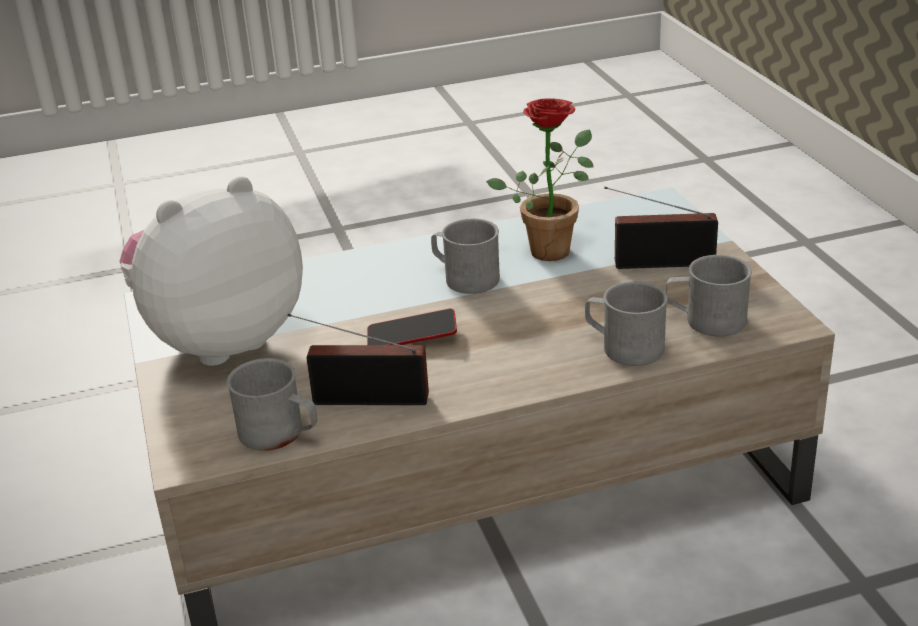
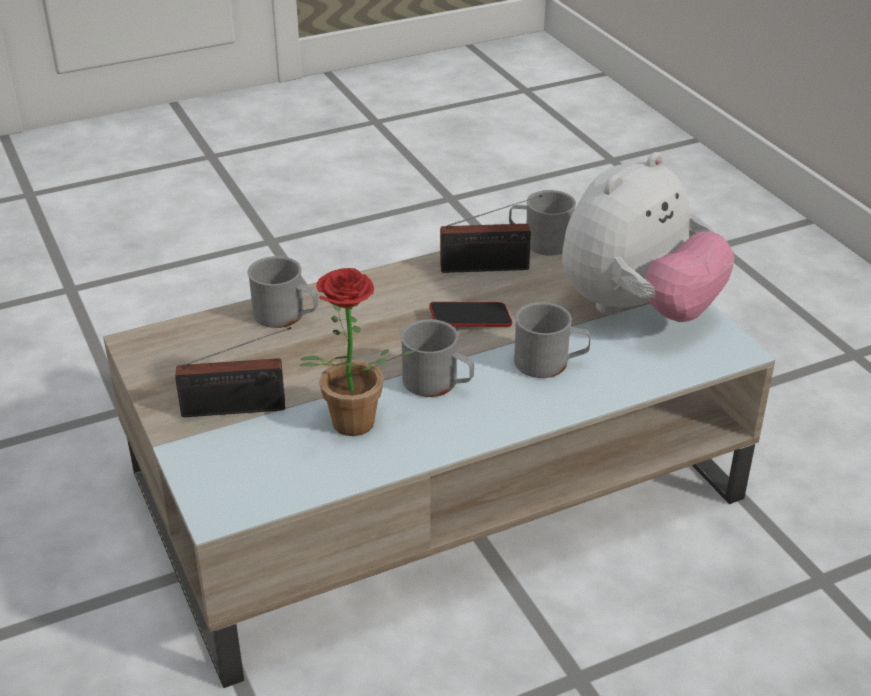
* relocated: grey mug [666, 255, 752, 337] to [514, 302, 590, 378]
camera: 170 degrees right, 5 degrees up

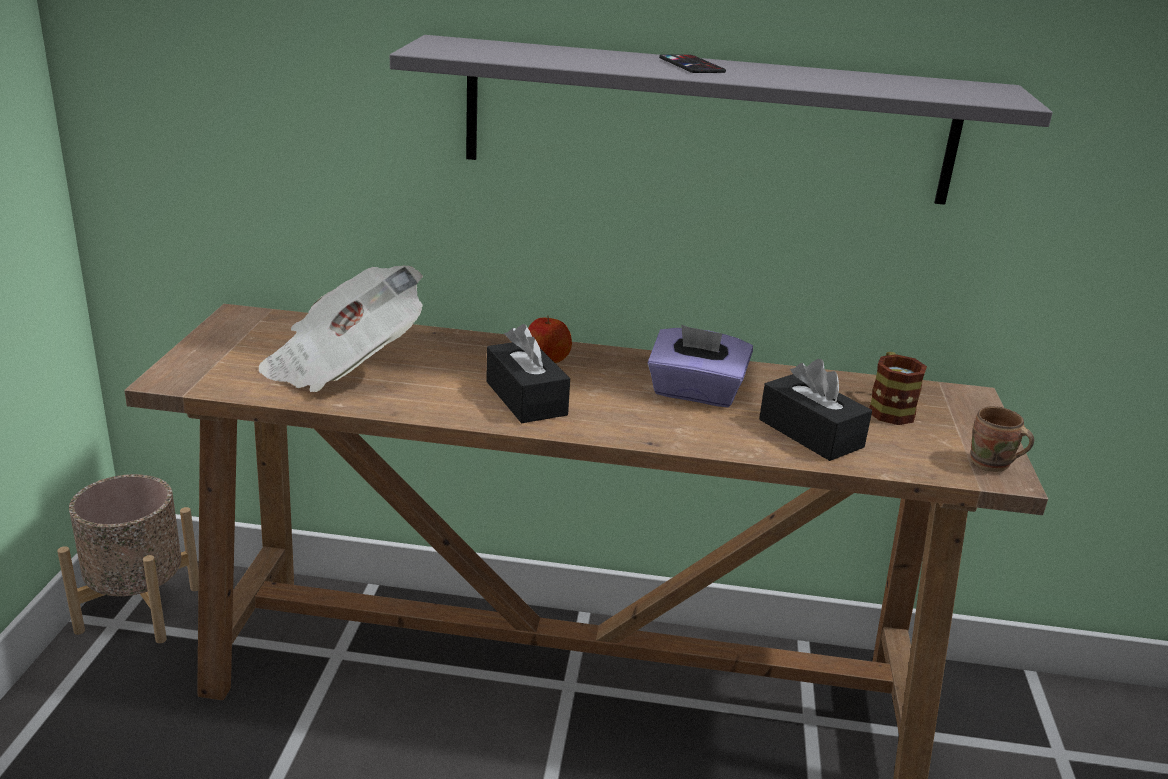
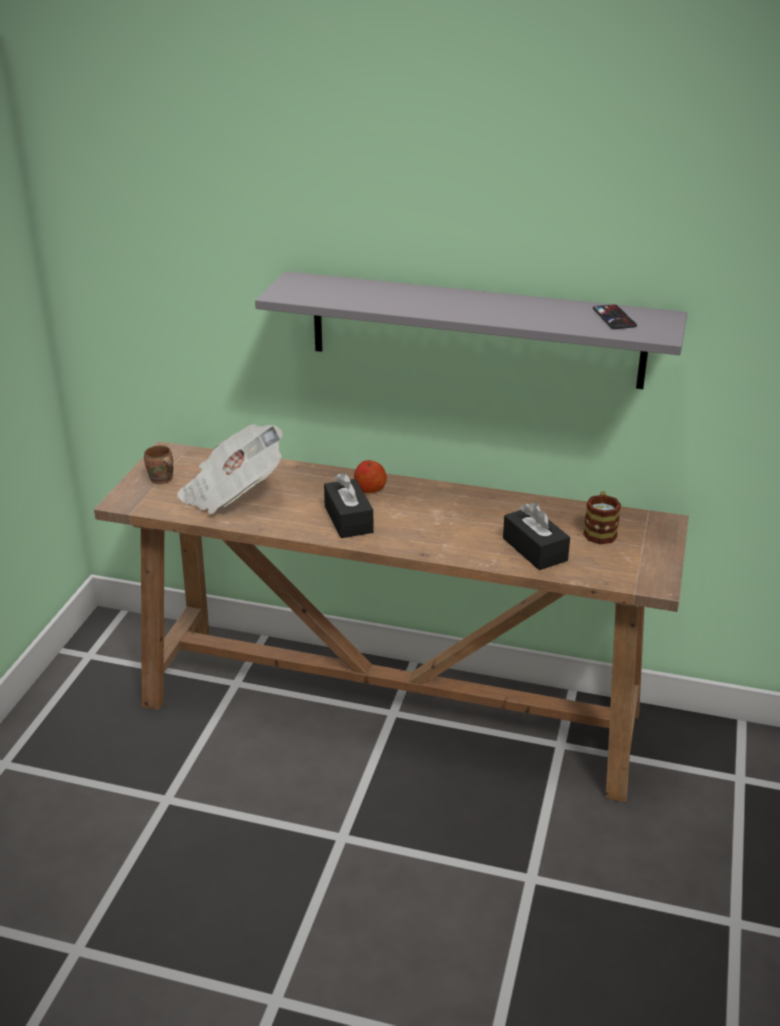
* missing: beige planter [57, 474, 199, 643]
* missing: purple tissue box [648, 325, 753, 407]
* relocated: phone [659, 54, 726, 73] to [593, 304, 637, 329]
* relocated: brown mug [971, 406, 1034, 472] to [144, 445, 174, 484]
camera: 10 degrees right, 5 degrees up

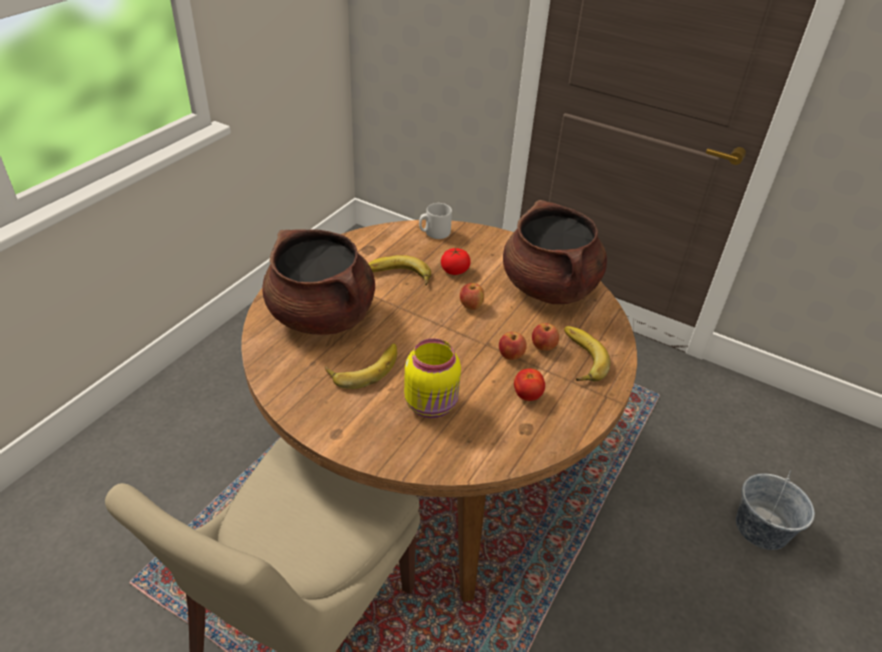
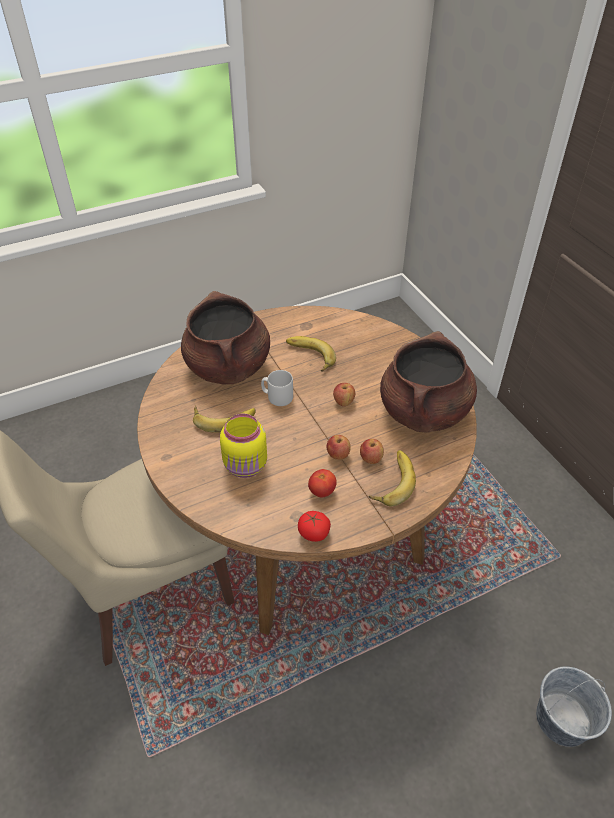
* relocated: grey mug [419, 203, 452, 239] to [261, 370, 293, 406]
* relocated: tomato [441, 248, 471, 275] to [298, 511, 331, 542]
camera: 35 degrees right, 5 degrees up

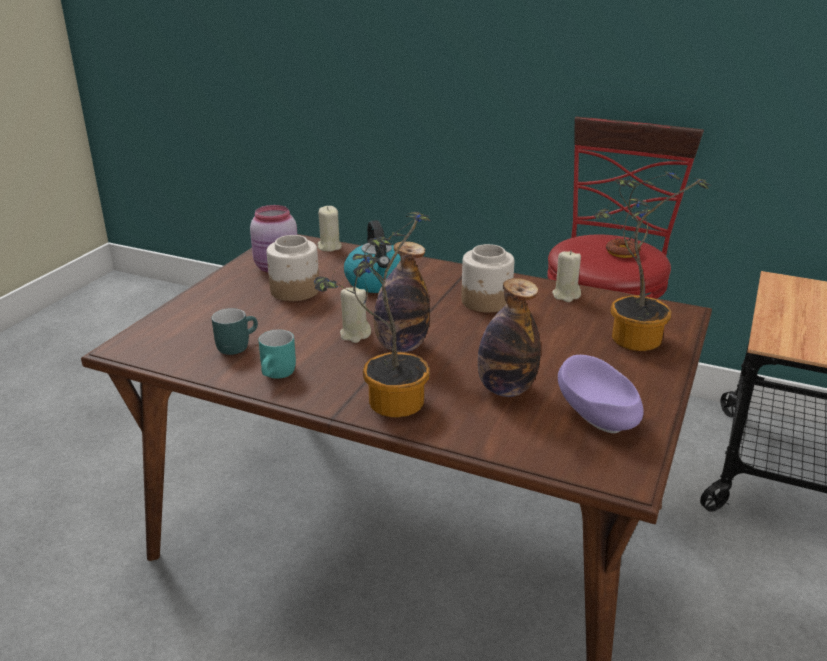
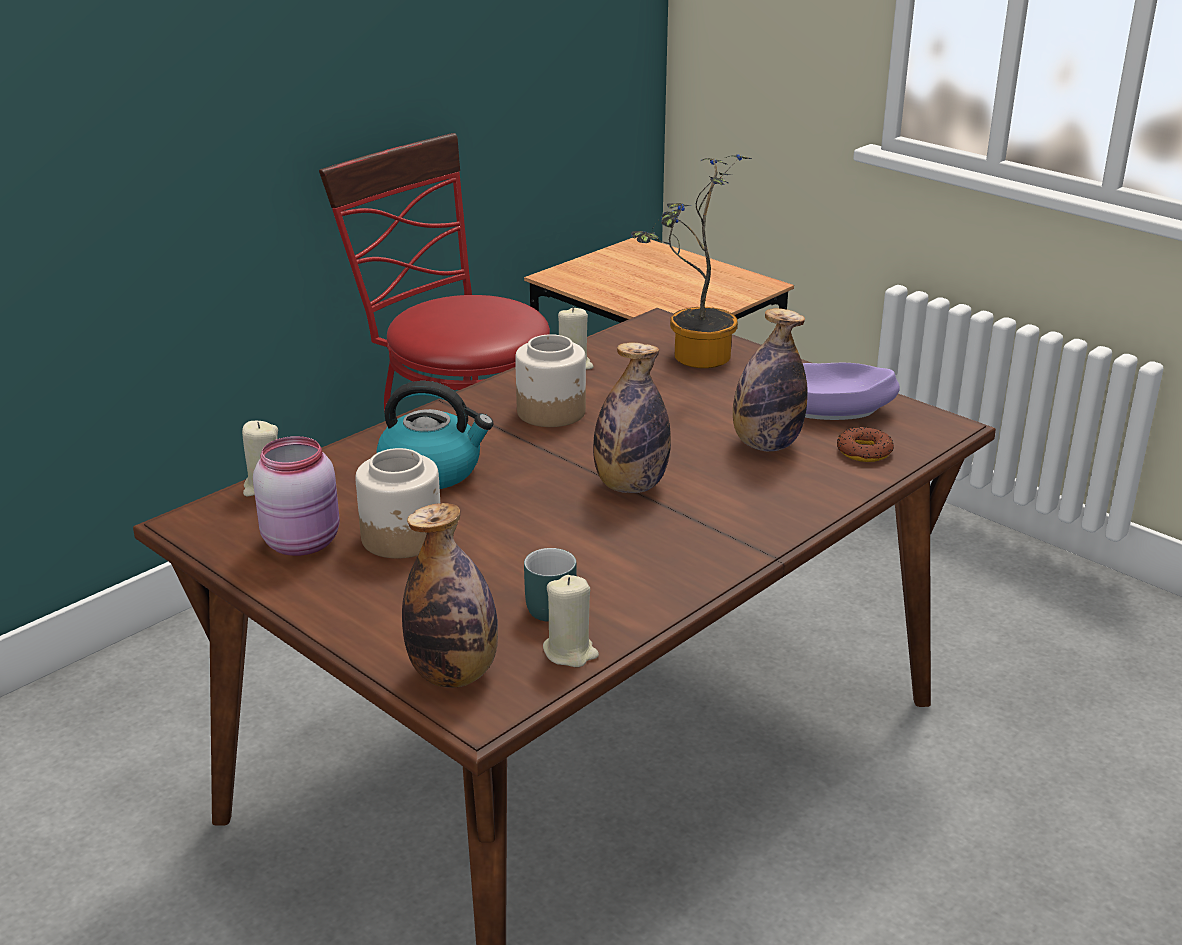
* missing: turquoise mug [258, 330, 296, 379]
* missing: potted plant [314, 212, 430, 418]
* appeared: bottle [402, 503, 498, 688]
* relocated: beige candle [340, 287, 371, 343] to [543, 575, 599, 667]
* relocated: donut [606, 238, 641, 258] to [837, 427, 894, 462]
camera: 70 degrees left, 0 degrees up

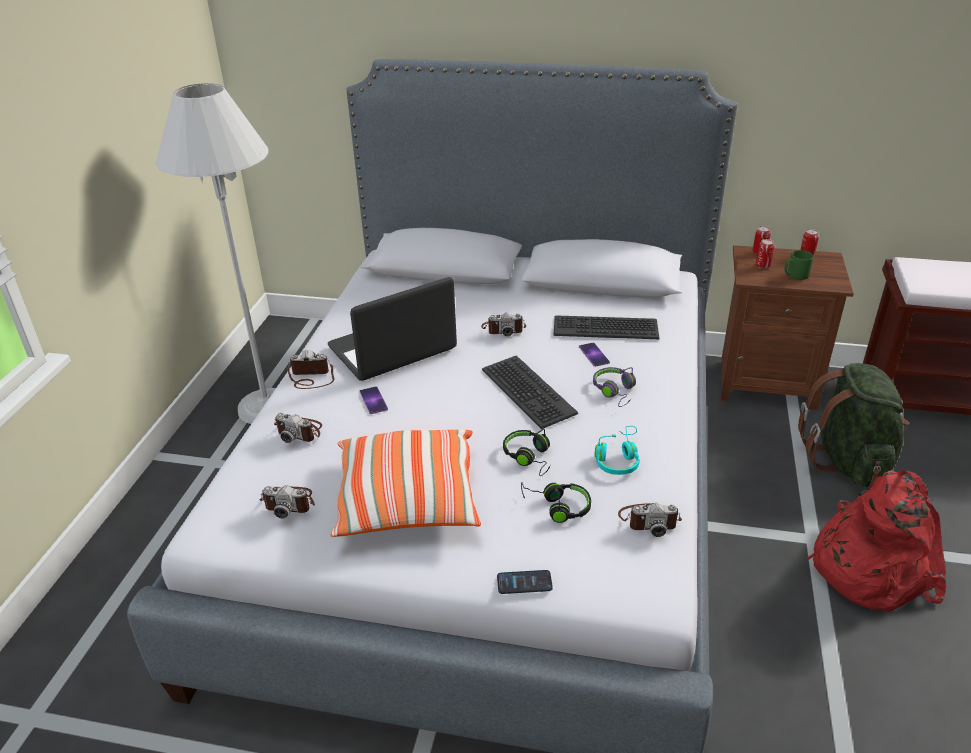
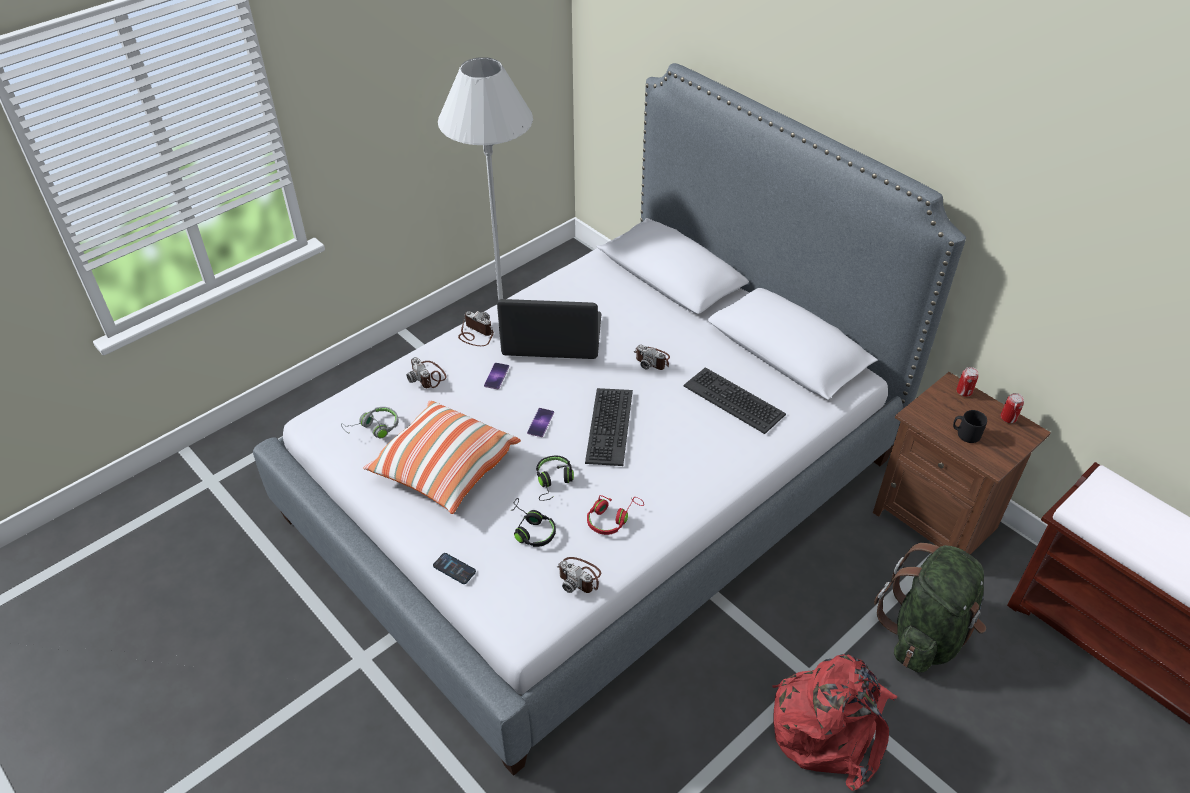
* missing: purple headphones [593, 367, 636, 407]
* missing: can [756, 239, 775, 269]
* relocated: phone [579, 343, 610, 367] to [527, 408, 554, 437]
* exchanged: photo camera [259, 485, 315, 518] to grey headphones [341, 407, 399, 439]
* colour: turquoise headphones [594, 426, 640, 475] to red headphones [587, 495, 644, 535]
* colour: green mug [784, 250, 814, 280] to black mug [953, 410, 987, 443]
camera: 35 degrees right, 10 degrees up

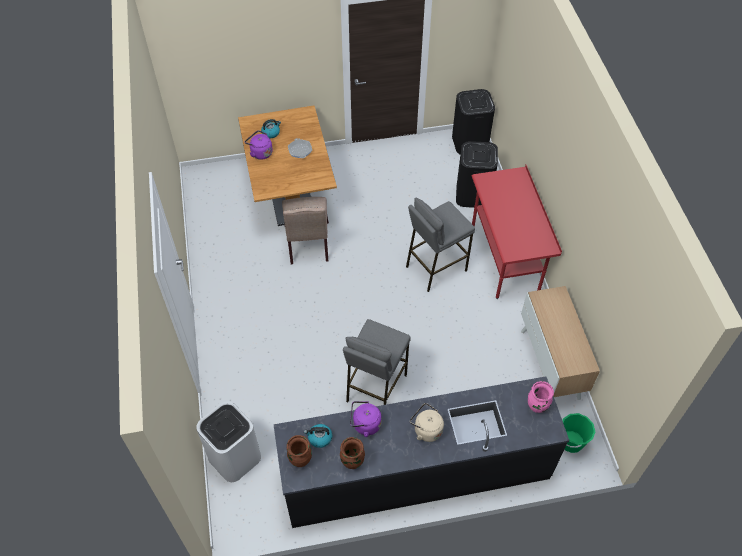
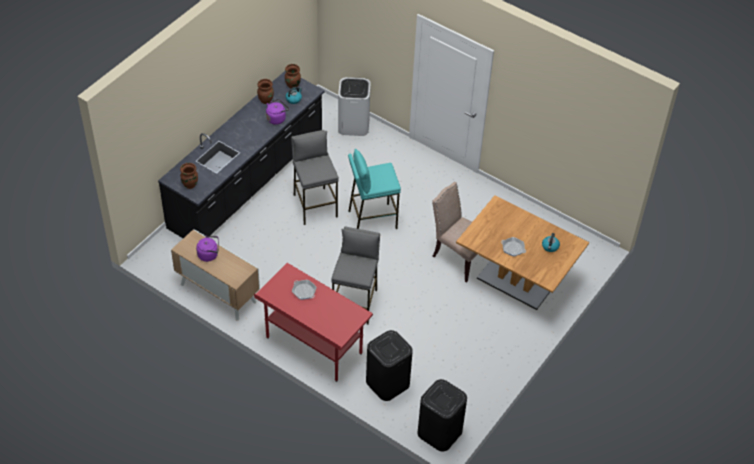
* missing: beige kettle [410, 403, 444, 442]
* missing: green bucket [562, 413, 595, 453]
* appeared: frying pan [292, 280, 317, 300]
* appeared: turquoise stool [348, 149, 401, 229]
* relocated: purple kettle [245, 130, 273, 160] to [196, 235, 219, 262]
* colour: pink vase [528, 381, 554, 413] to brown vase [180, 163, 198, 189]
camera: 135 degrees right, 5 degrees down

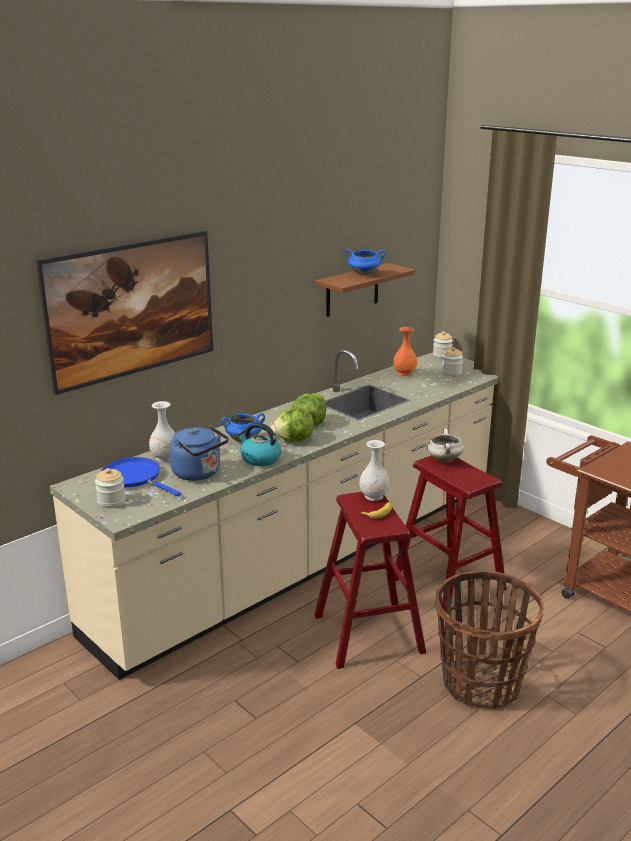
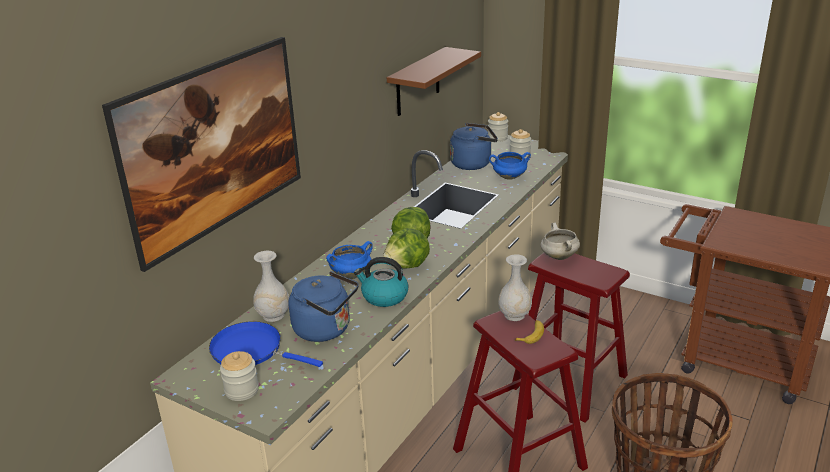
* relocated: blue cooking pot [345, 249, 385, 275] to [489, 152, 531, 180]
* exchanged: orange vase [393, 327, 417, 376] to blue kettle [450, 123, 498, 170]
camera: 15 degrees left, 5 degrees up

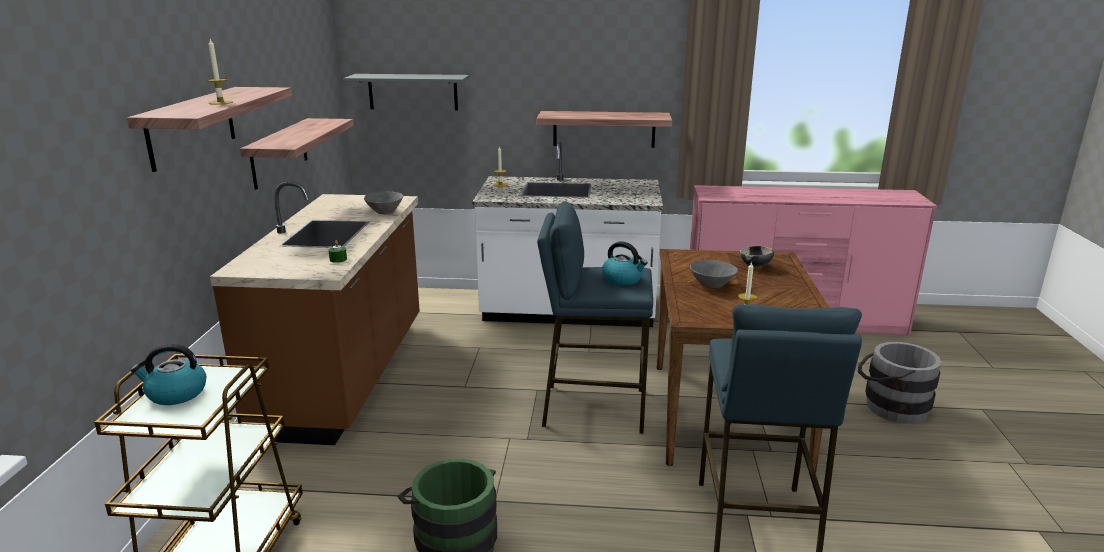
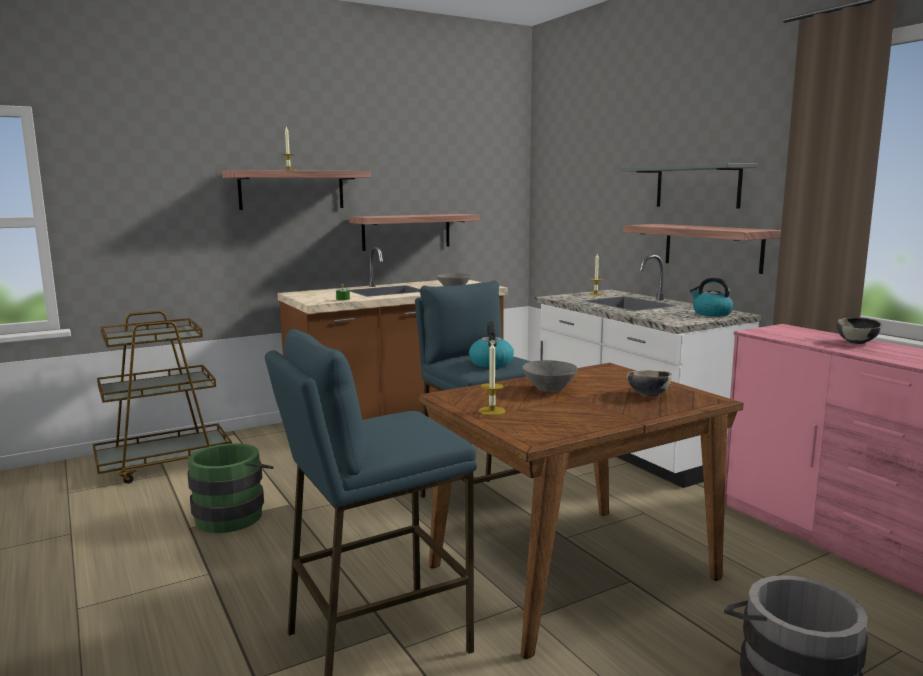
* appeared: bowl [837, 318, 882, 344]
* relocated: kettle [131, 344, 206, 405] to [690, 278, 733, 316]
* relocated: grey shelf [343, 74, 469, 110] to [621, 163, 757, 208]
camera: 55 degrees right, 10 degrees down

